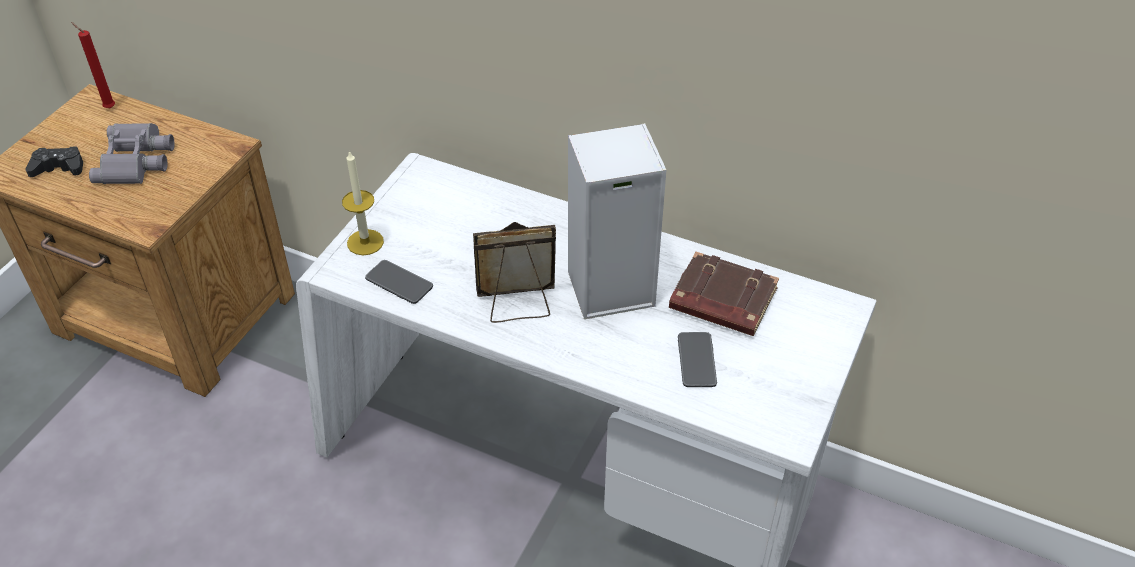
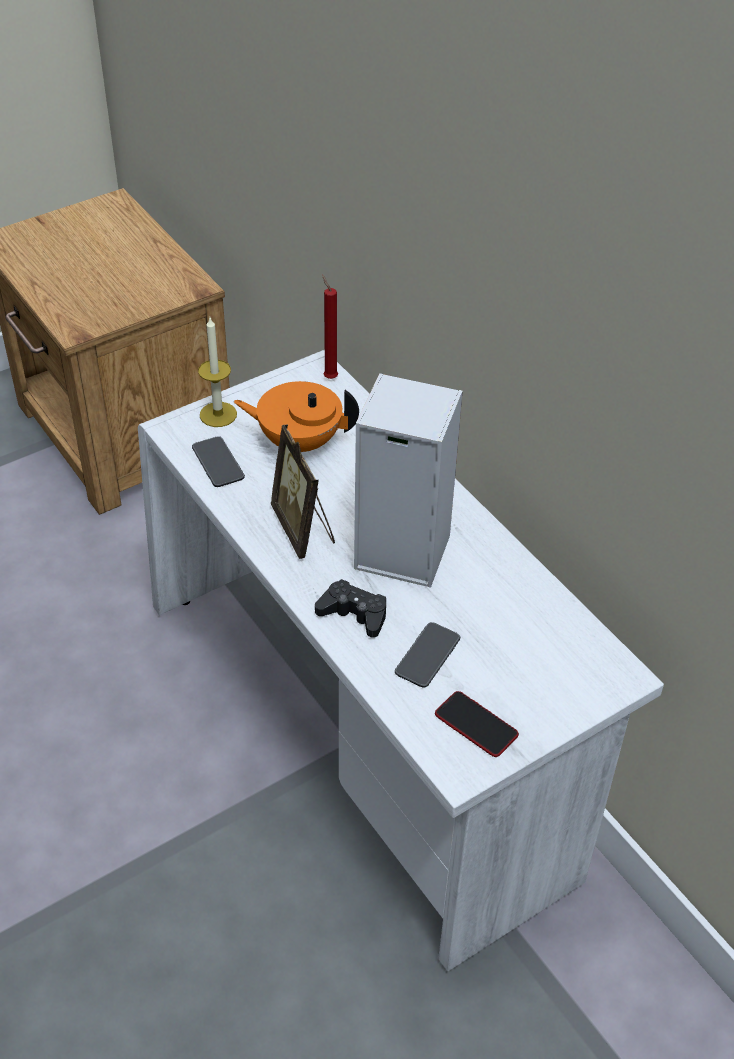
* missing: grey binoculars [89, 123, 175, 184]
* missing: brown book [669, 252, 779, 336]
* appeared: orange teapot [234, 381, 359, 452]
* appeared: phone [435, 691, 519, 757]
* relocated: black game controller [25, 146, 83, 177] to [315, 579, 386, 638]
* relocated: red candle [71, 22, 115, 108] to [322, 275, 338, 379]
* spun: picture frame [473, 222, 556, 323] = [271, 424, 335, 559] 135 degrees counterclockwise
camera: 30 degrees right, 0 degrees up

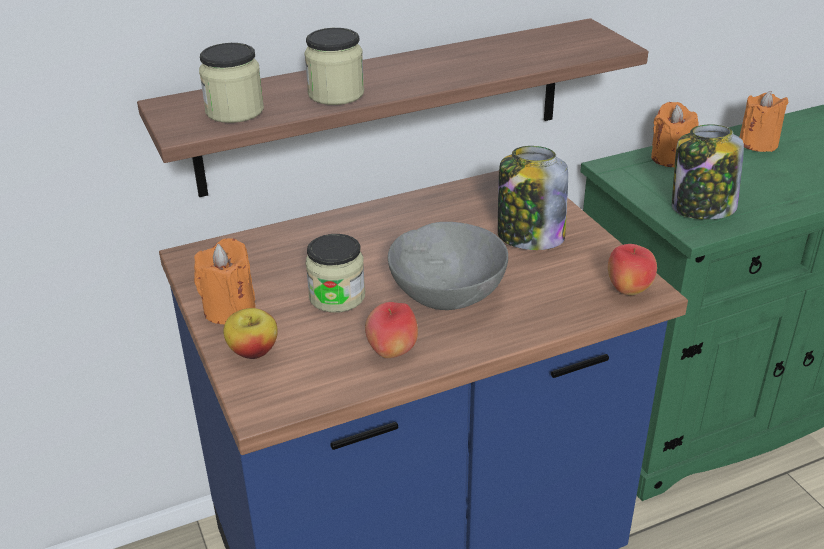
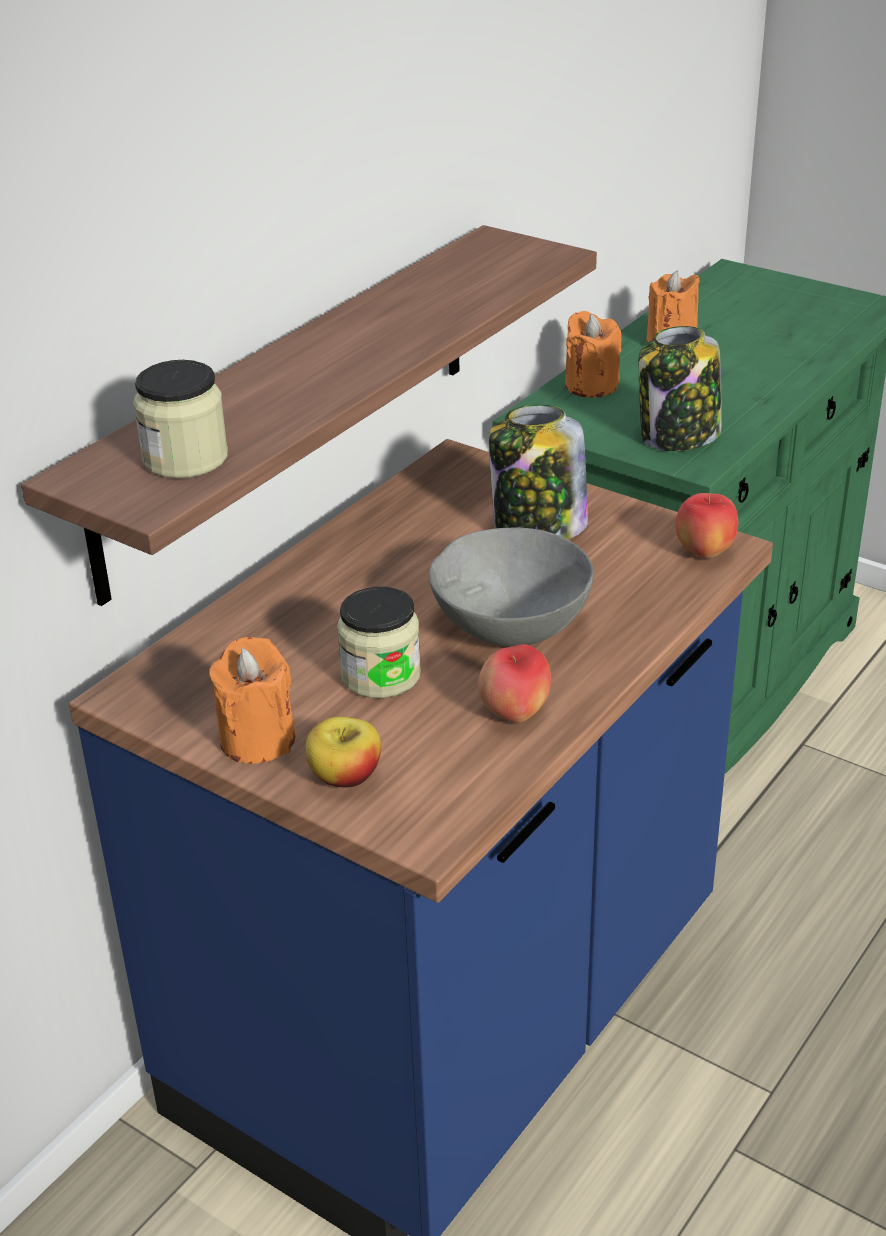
* missing: jar [304, 28, 364, 105]
camera: 30 degrees left, 0 degrees up

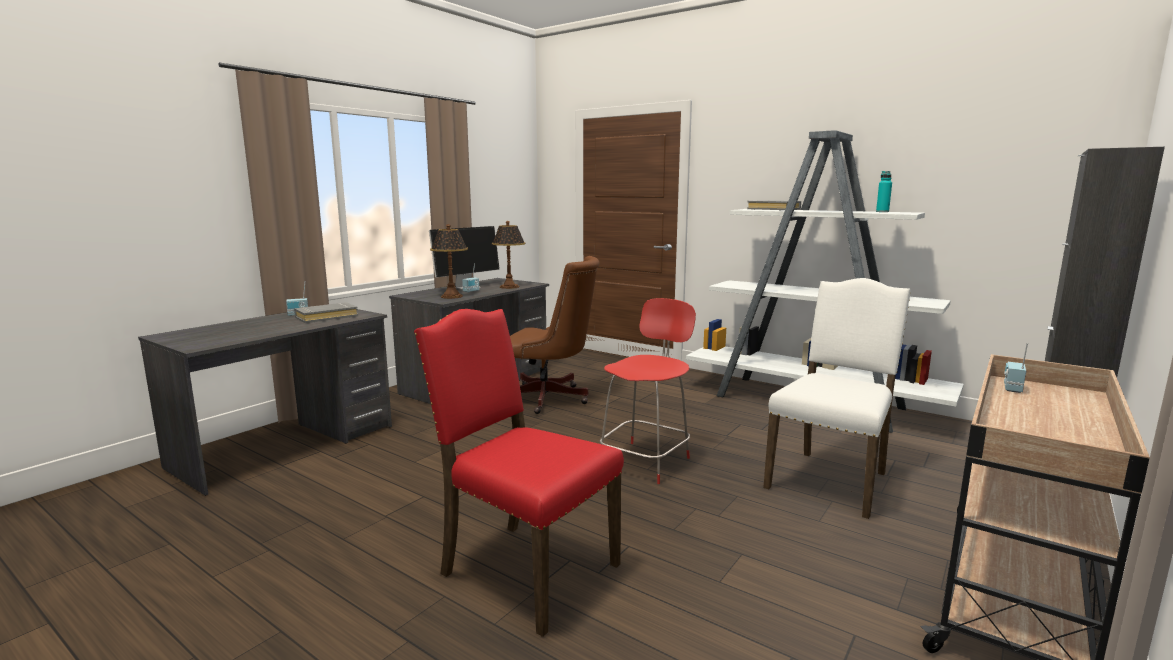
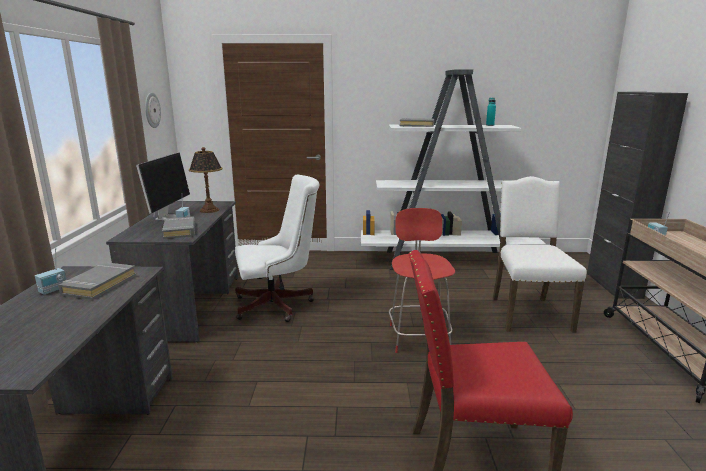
* appeared: wall clock [145, 92, 161, 128]
* exchanged: table lamp [430, 224, 468, 299] to grey book [162, 216, 195, 239]
* colour: brown office chair [510, 256, 599, 414] to white office chair [235, 175, 319, 322]
camera: 35 degrees left, 5 degrees up

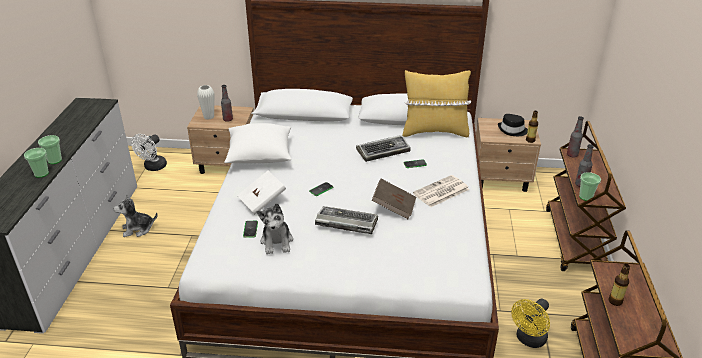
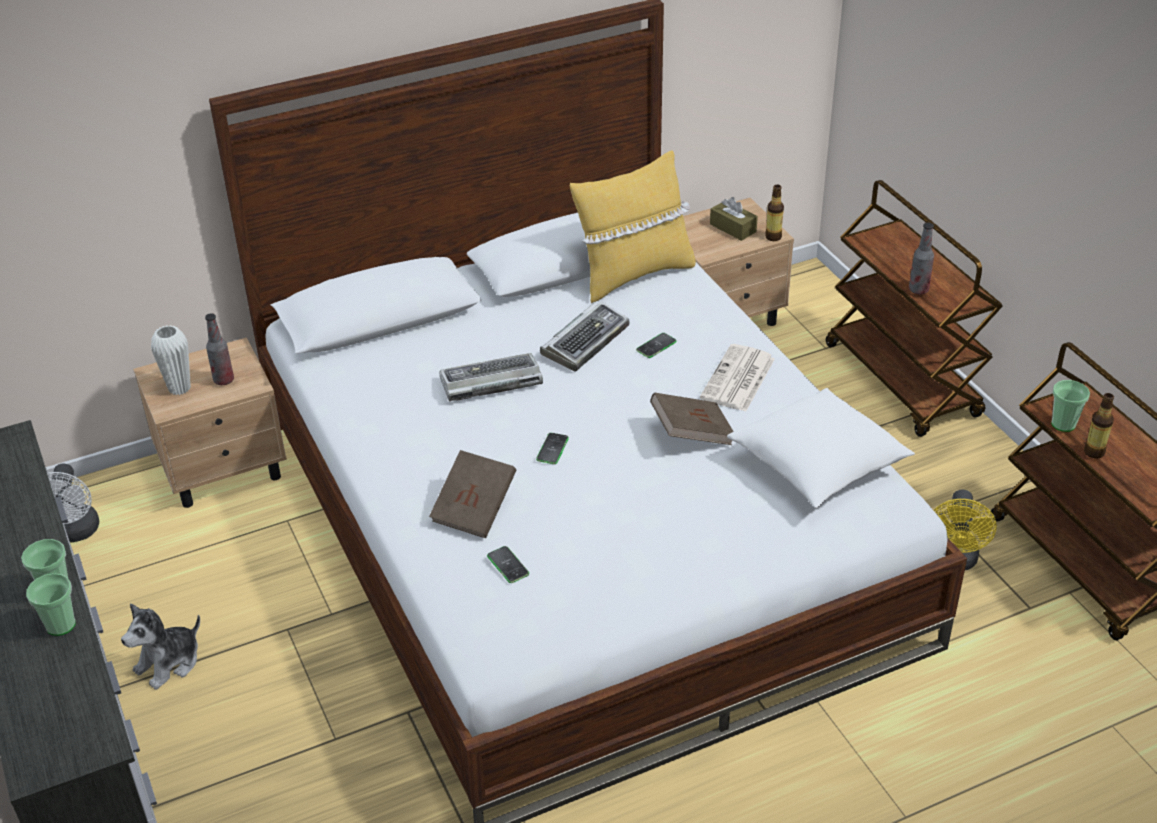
* missing: plush toy [257, 203, 293, 254]
* missing: bottle [567, 116, 584, 157]
* relocated: white pillow [224, 123, 292, 163] to [727, 388, 915, 508]
* relocated: keyboard [315, 206, 378, 234] to [439, 353, 543, 402]
* relocated: cup [579, 172, 601, 201] to [1051, 380, 1090, 432]
* exchanged: black hat [498, 114, 528, 136] to brown tissue box [710, 197, 758, 241]
* colour: white book [237, 171, 286, 215] to brown book [429, 450, 516, 538]
camera: 30 degrees left, 5 degrees up

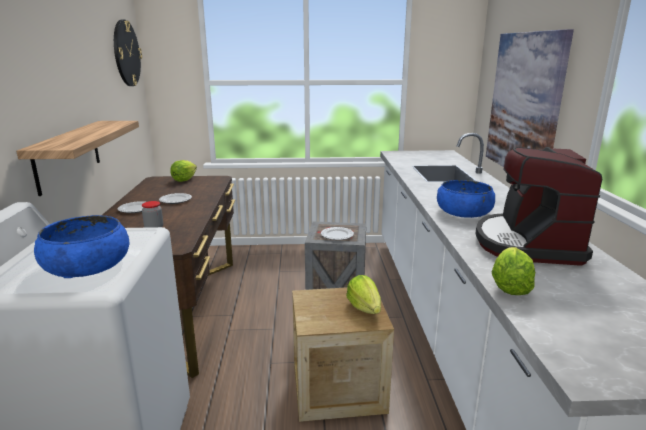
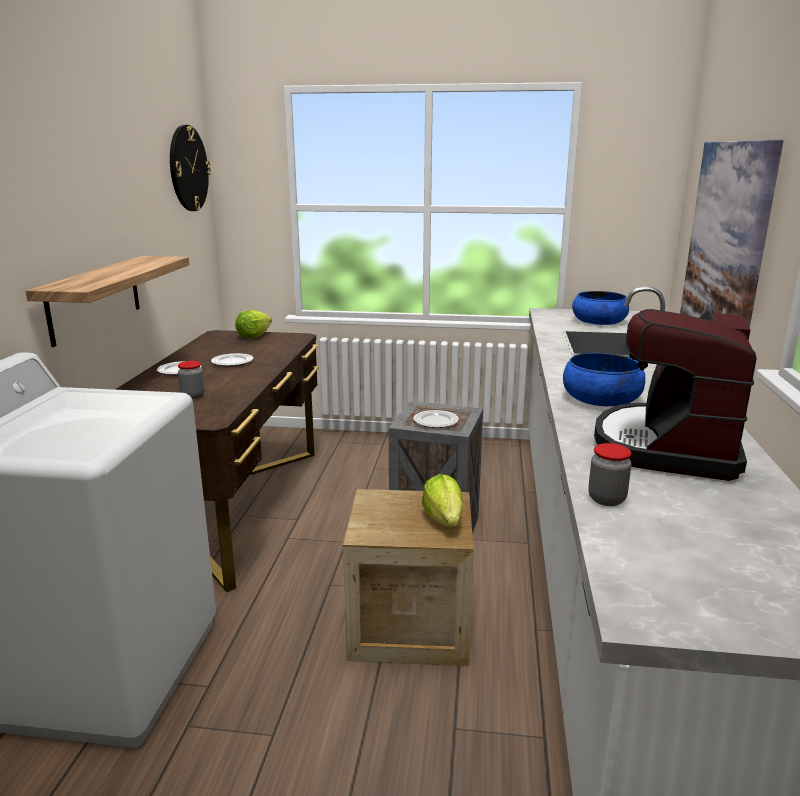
* relocated: blue bowl [34, 215, 129, 278] to [572, 291, 629, 325]
* exchanged: lettuce [492, 247, 535, 295] to jar [588, 443, 631, 506]
camera: 10 degrees right, 0 degrees up

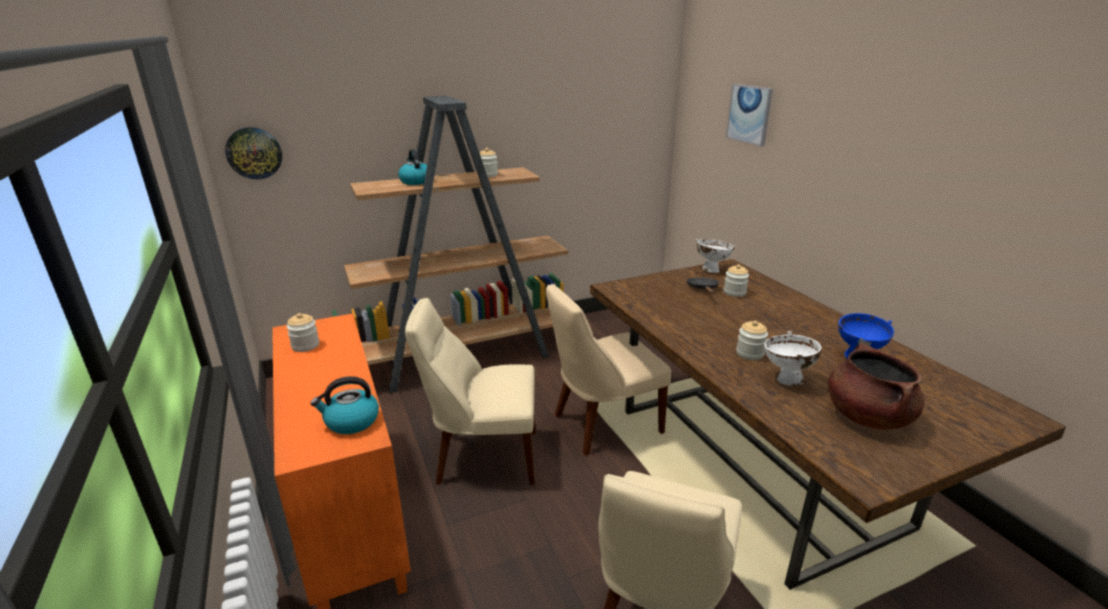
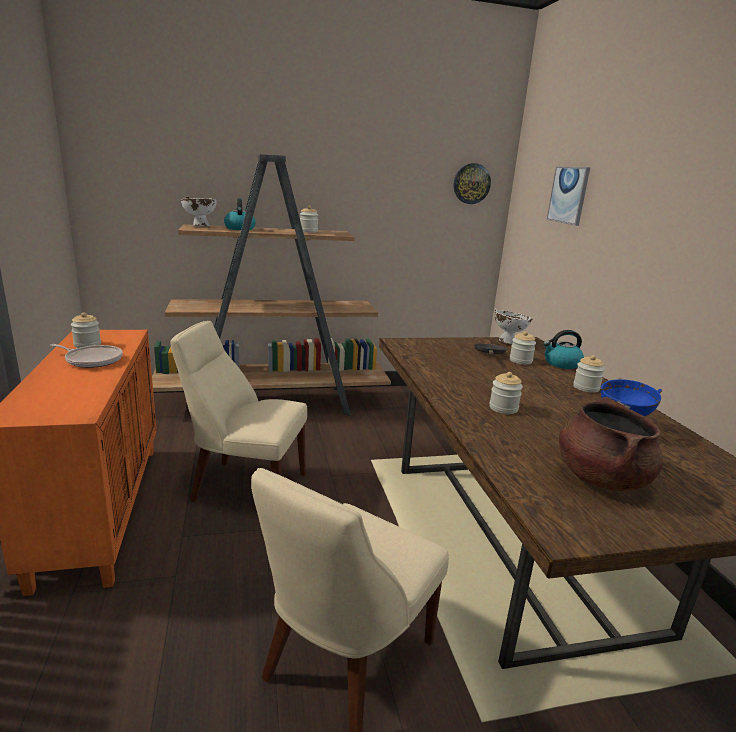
* missing: beige chair [546, 284, 671, 456]
* appeared: frying pan [50, 344, 123, 368]
* appeared: jar [573, 355, 605, 393]
* relocated: wall clock [225, 127, 282, 179] to [454, 163, 491, 204]
* relocated: kettle [310, 376, 379, 434] to [543, 330, 584, 369]
* relocated: white bowl [764, 331, 822, 386] to [181, 197, 217, 226]
camera: 10 degrees right, 5 degrees down

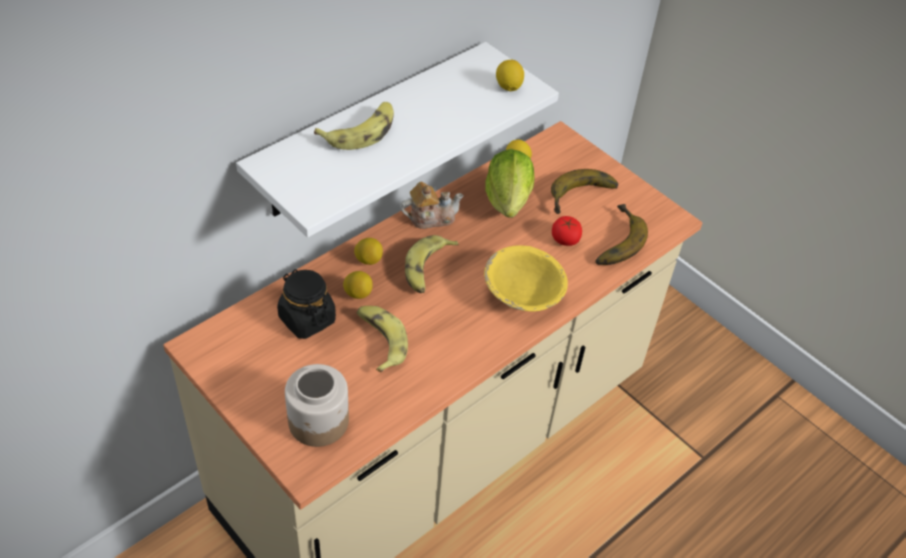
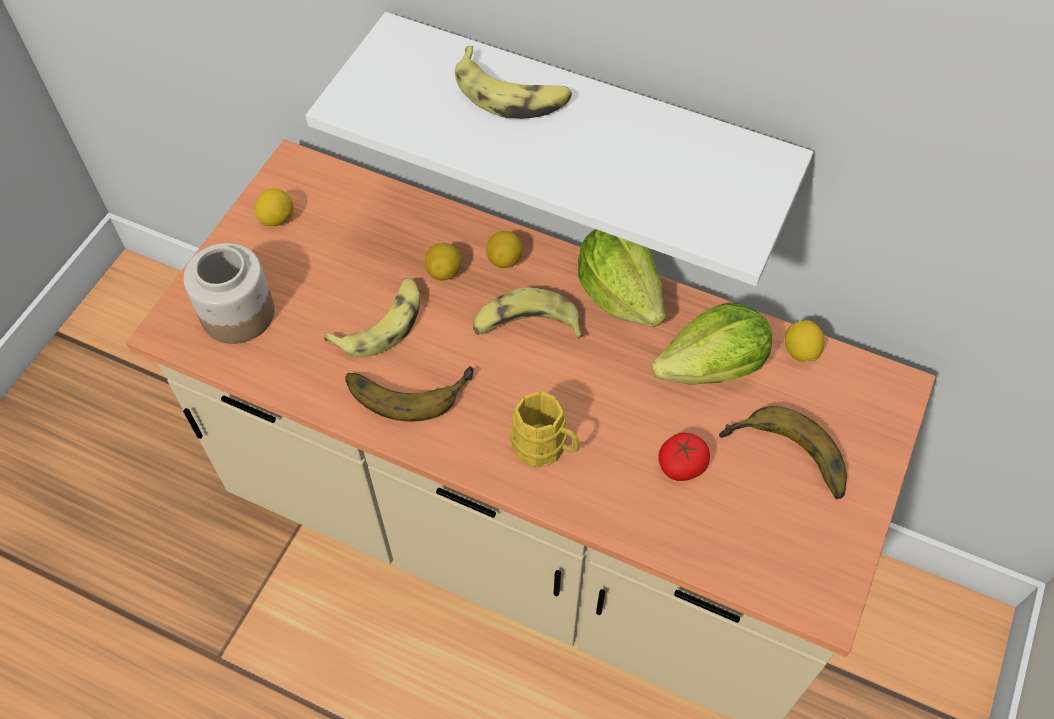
* missing: black jar [277, 269, 336, 339]
* relocated: lemon [496, 60, 524, 91] to [254, 188, 294, 226]
* relocated: banana [595, 204, 648, 265] to [345, 366, 474, 422]
* exchanged: teapot [400, 182, 464, 229] to lettuce [578, 229, 665, 327]
* exchanged: yellow bowl [484, 245, 568, 311] to yellow mug [510, 392, 580, 467]
camera: 70 degrees right, 10 degrees up

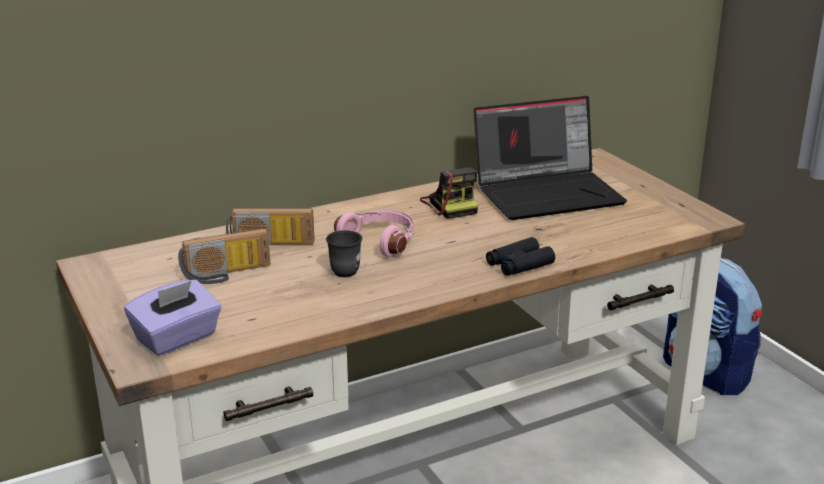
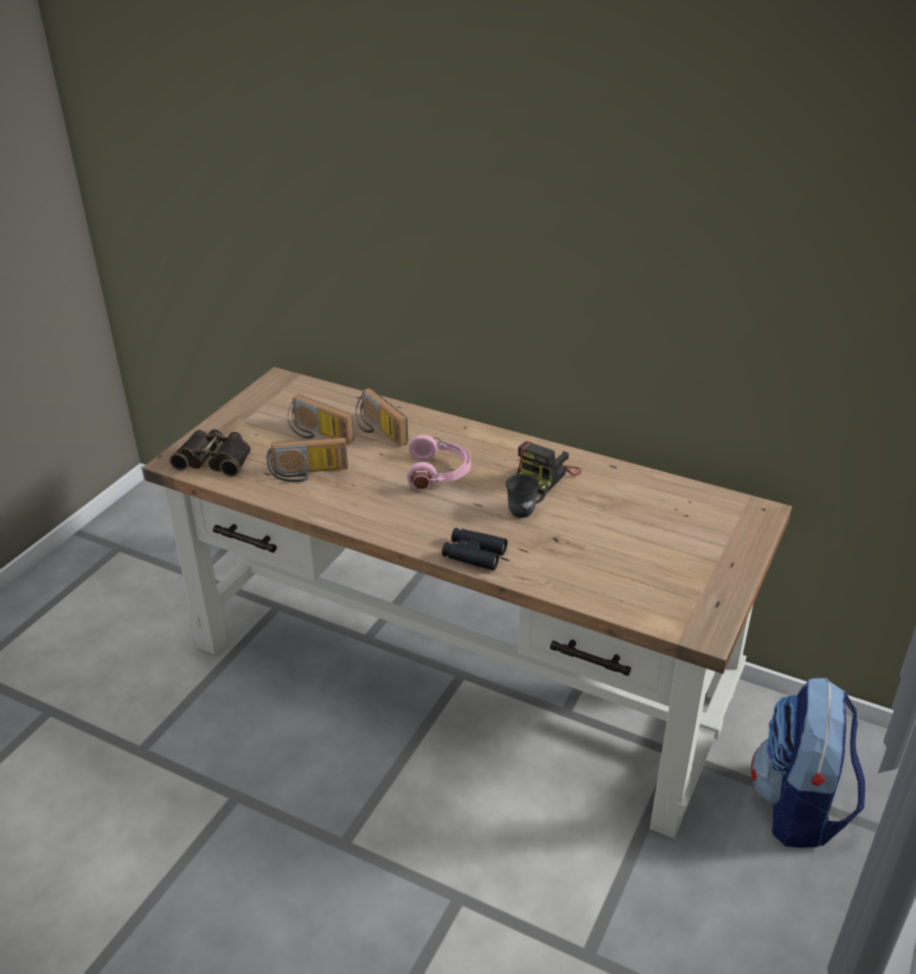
* missing: laptop [474, 96, 627, 220]
* appeared: radio [267, 437, 348, 482]
* relocated: grey mug [326, 230, 362, 277] to [506, 474, 549, 518]
* exchanged: purple tissue box [124, 280, 221, 356] to binoculars [169, 430, 251, 477]
camera: 55 degrees right, 10 degrees up

